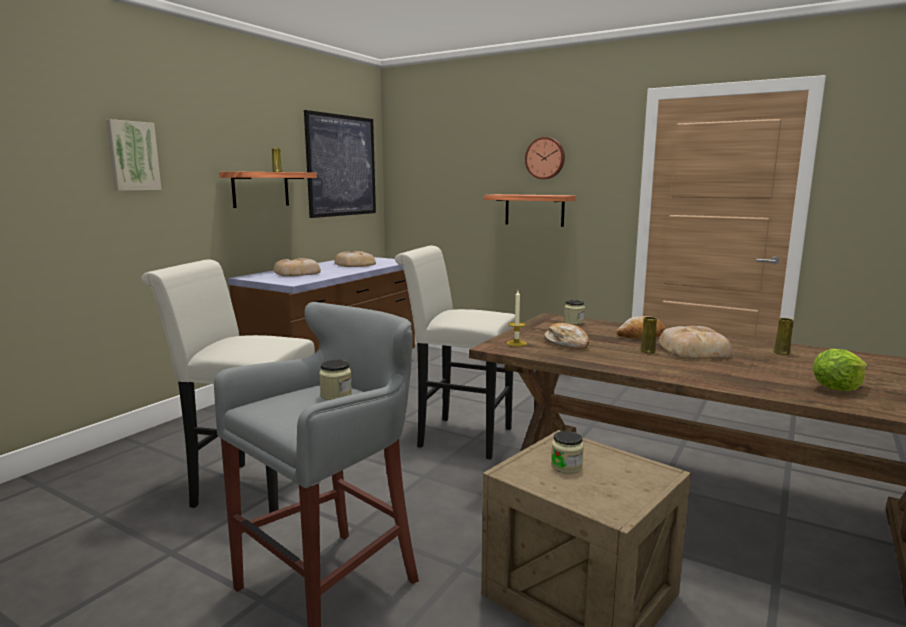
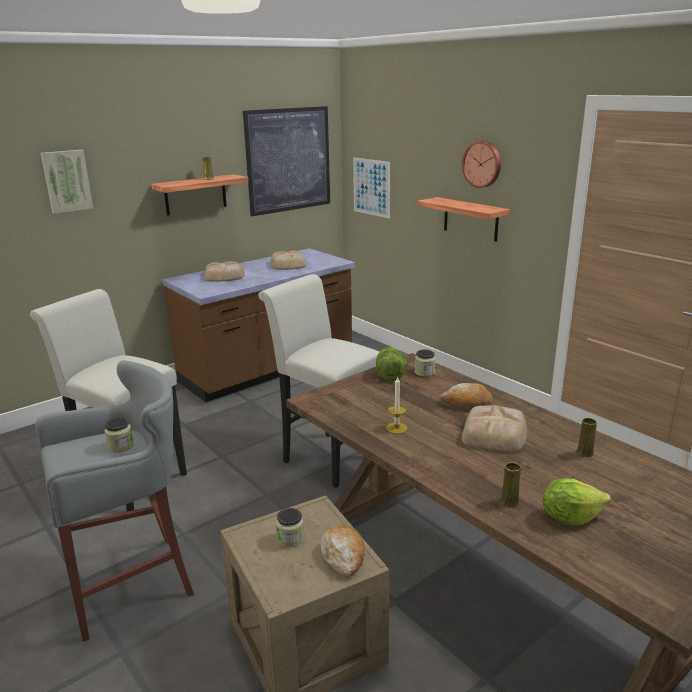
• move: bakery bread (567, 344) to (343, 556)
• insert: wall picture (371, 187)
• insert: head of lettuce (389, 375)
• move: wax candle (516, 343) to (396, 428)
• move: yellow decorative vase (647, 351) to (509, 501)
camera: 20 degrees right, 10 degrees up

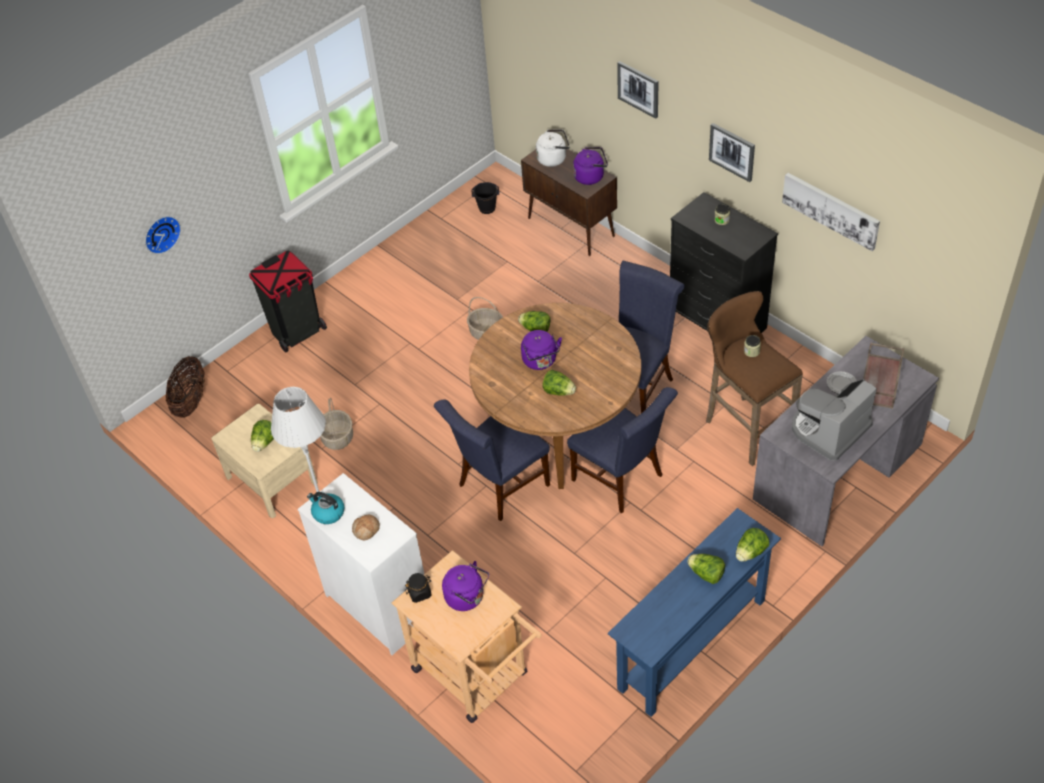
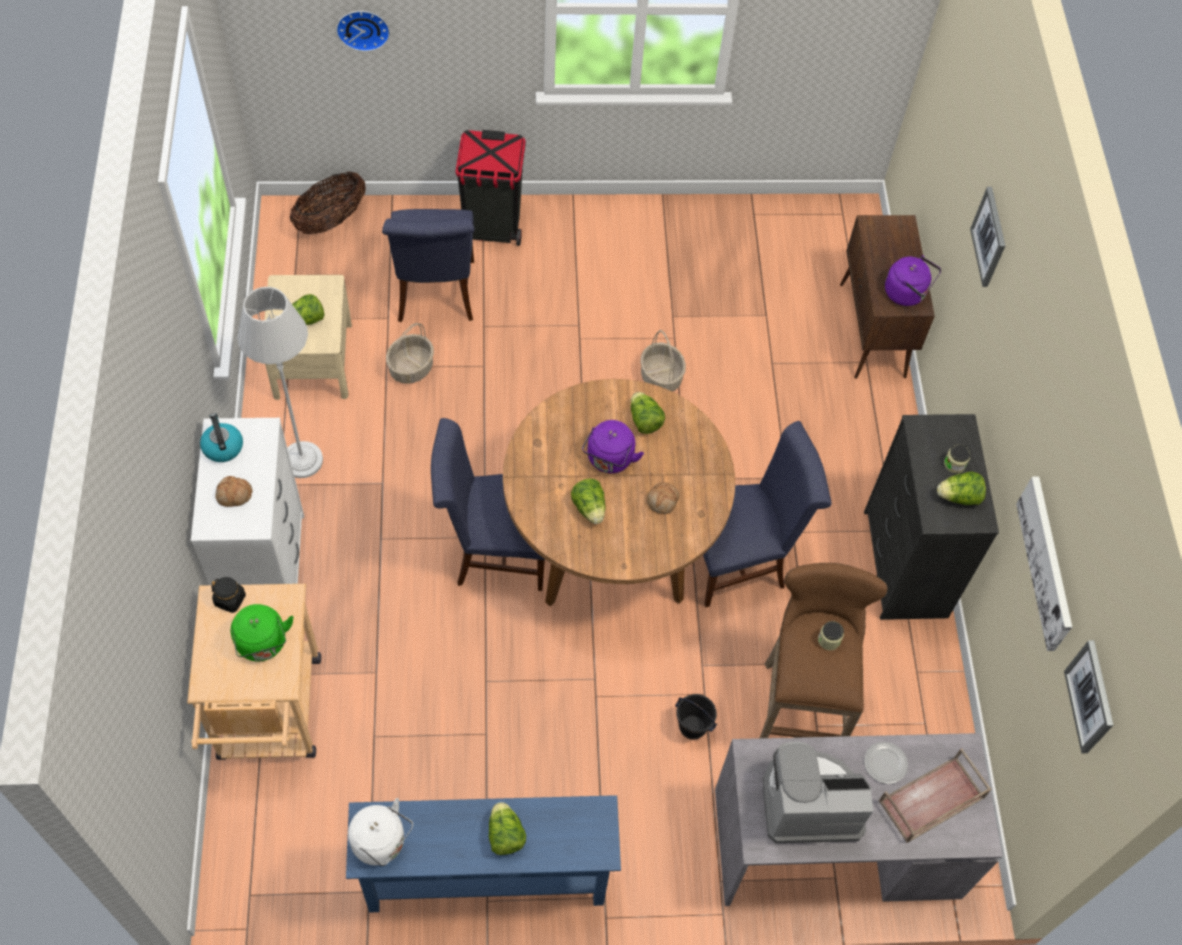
• recolor: purplish tea kettle (467, 597) to greenish tea kettle (263, 644)
• move: white tea kettle (553, 158) to (382, 843)
• move: bluish upright chair (622, 479) to (435, 295)
• insert: bakery bread (663, 501)
• move: black water bucket (487, 208) to (693, 726)
• move: head of lettuce (750, 552) to (959, 497)
• move: wall picture (732, 151) to (1090, 697)
camera: 35 degrees right, 10 degrees up

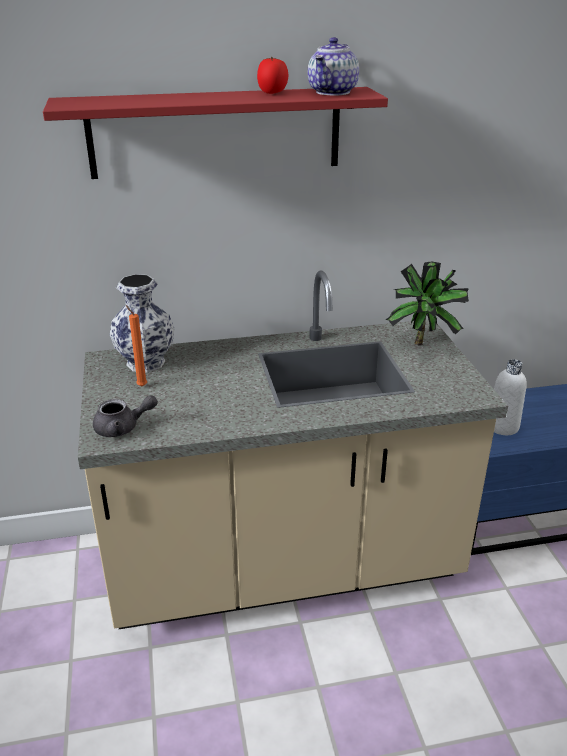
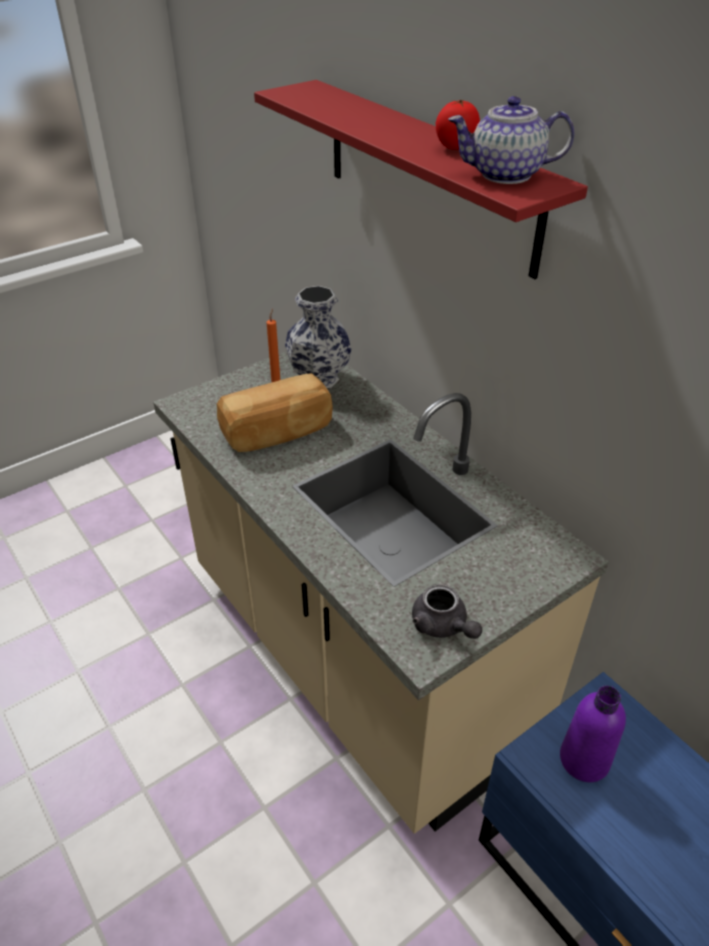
• insert: bakery bread (278, 433)
• move: gray tea pot (123, 428) to (443, 626)
• recolor: white drink bottle (502, 426) to purplish drink bottle (584, 760)
• delete: plant in a pot (424, 343)
camera: 65 degrees right, 10 degrees up

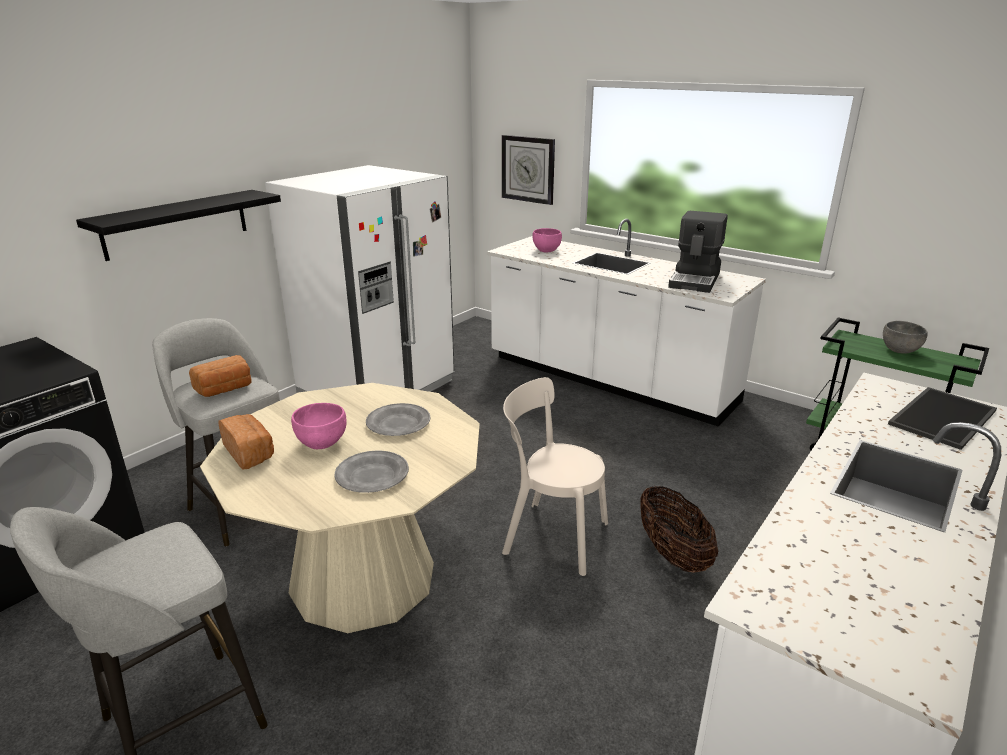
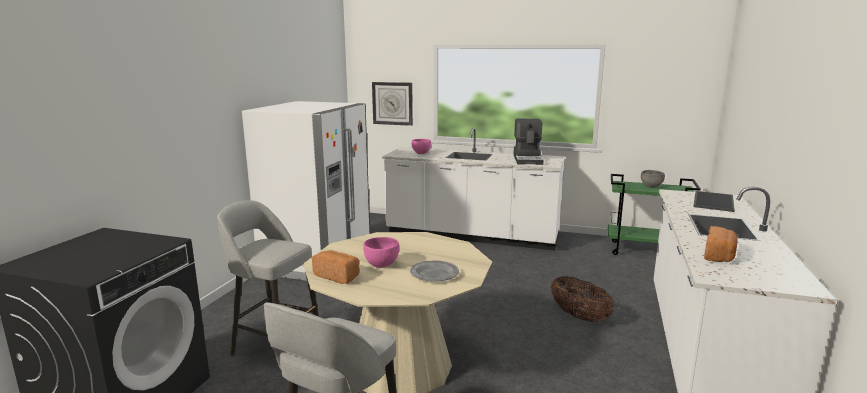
• move: bakery bread (225, 389) to (719, 256)
• delete: black wall shelf (176, 224)
• delete: gray plate (399, 423)
• delete: beige upright chair (551, 536)
camera: 20 degrees left, 10 degrees down

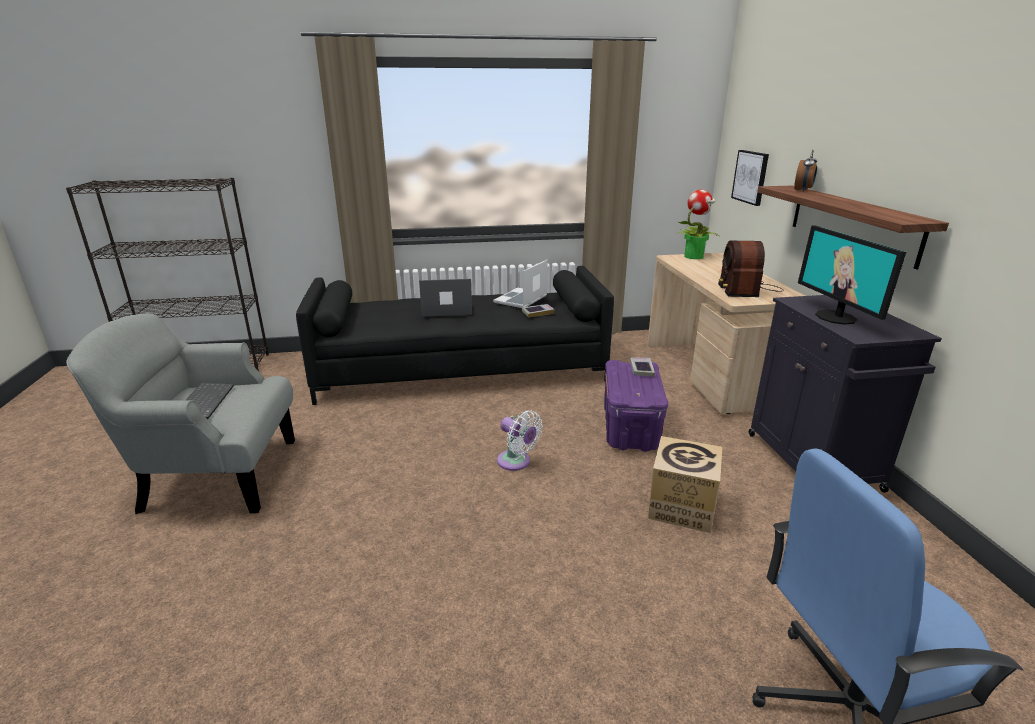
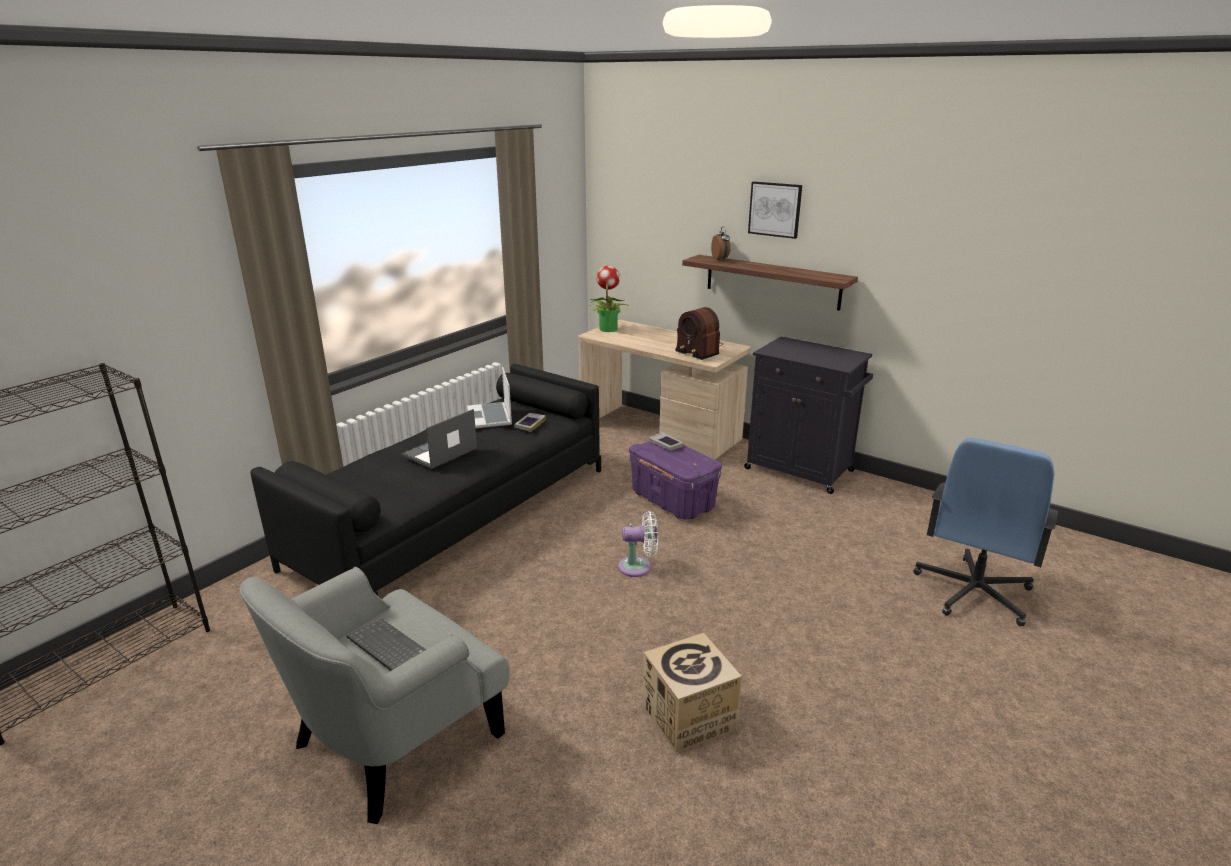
• move: packing box (681, 507) to (688, 717)
• move: wall picture (750, 177) to (775, 209)
• delete: computer screen (836, 317)
camera: 45 degrees left, 0 degrees up

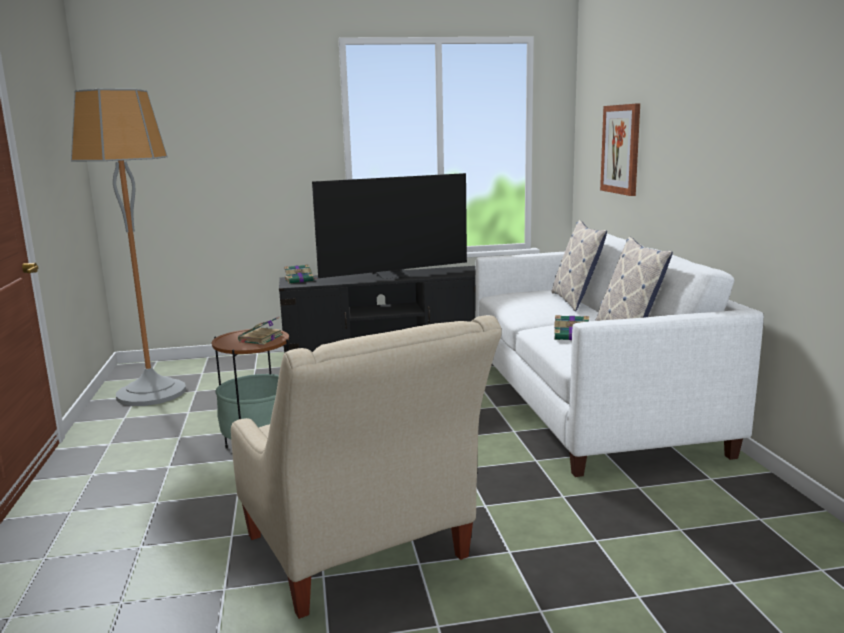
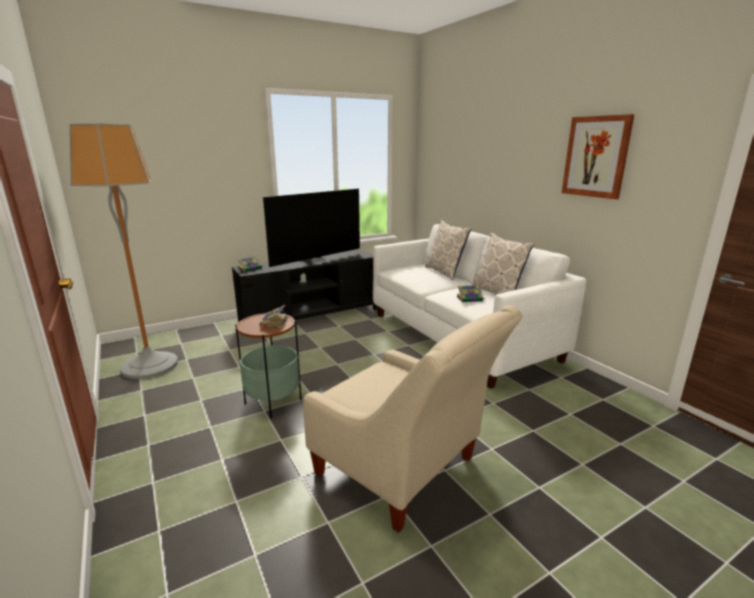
• move: wall picture (621, 149) to (596, 157)
camera: 20 degrees left, 5 degrees up

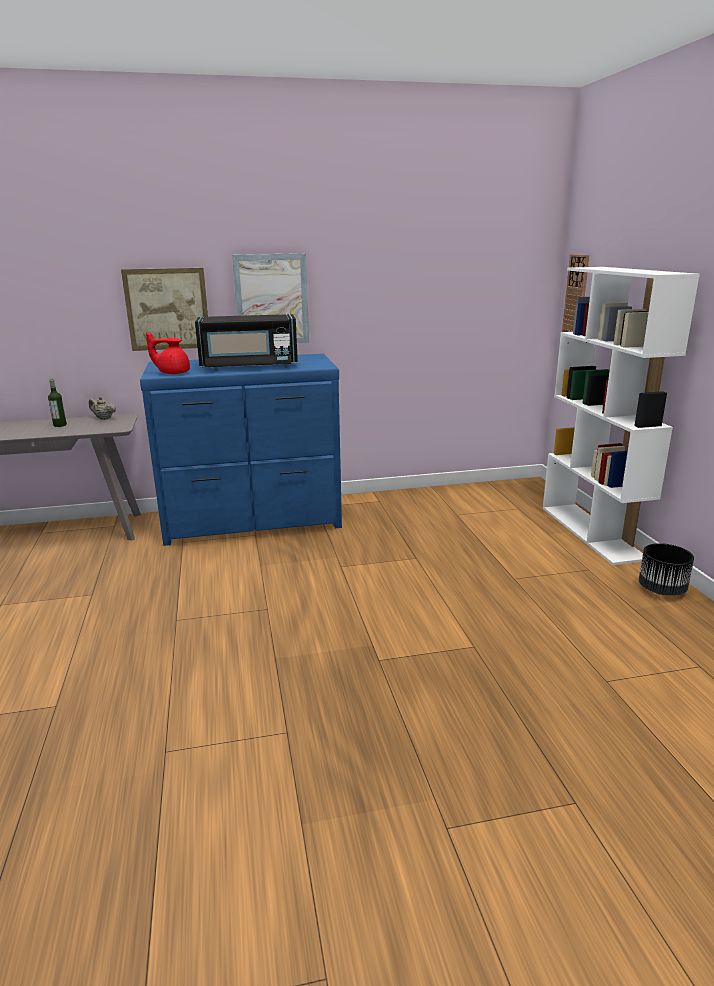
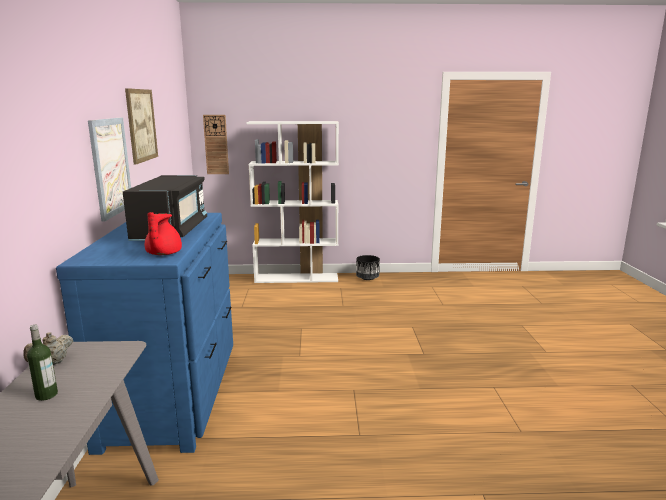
• move: wall picture (167, 309) to (141, 125)
camera: 80 degrees left, 5 degrees down

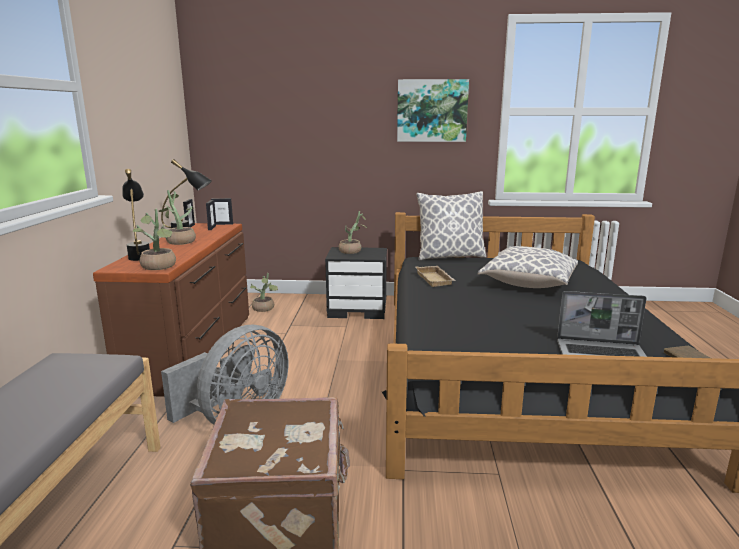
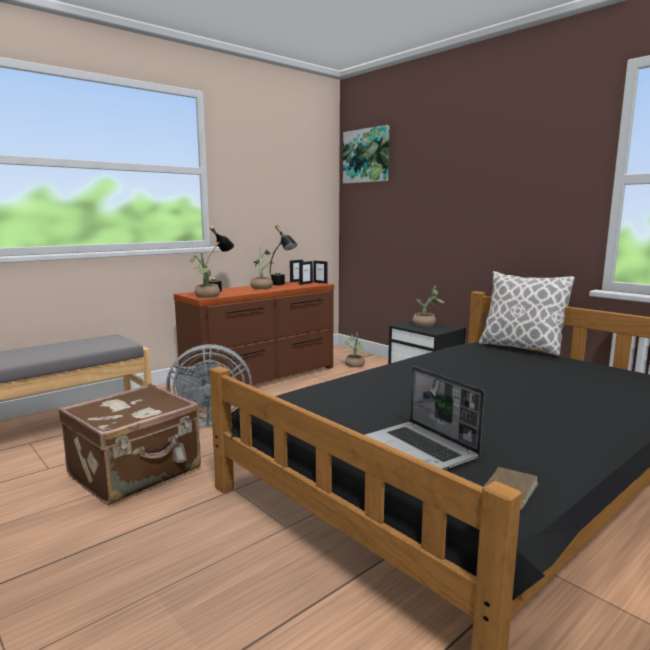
• move: wall picture (432, 111) to (366, 156)
• delete: beige serving tray (436, 279)
• delete: cushion (527, 284)
camera: 45 degrees right, 5 degrees down

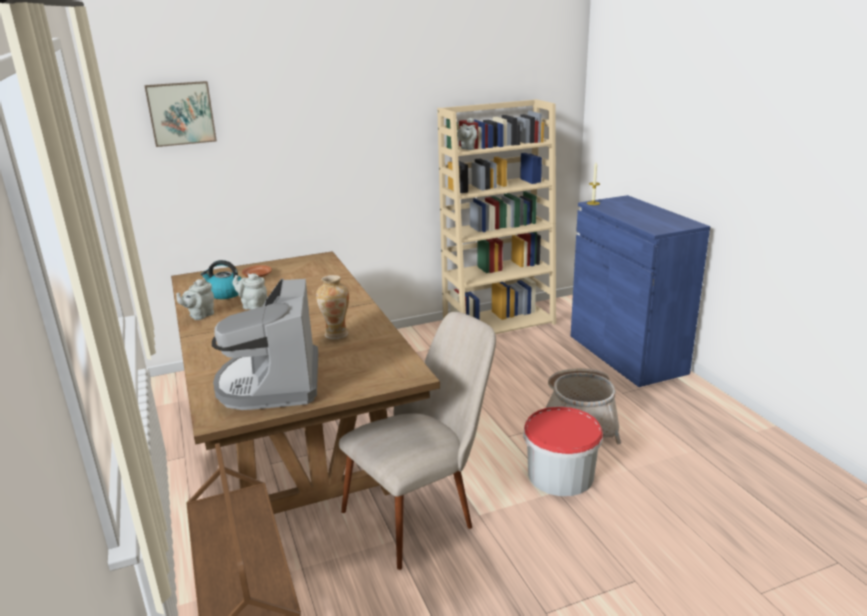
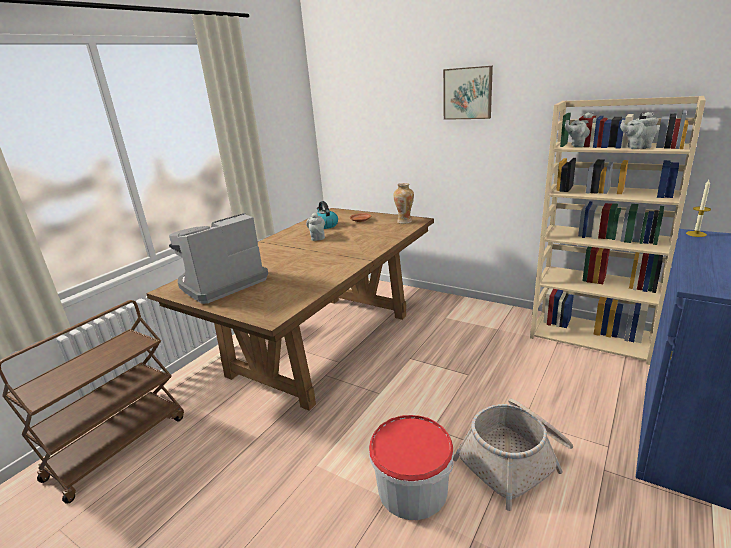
• move: decorative vase (336, 334) to (404, 221)
• move: wall picture (181, 113) to (468, 93)
• move: gray tea pot (200, 315) to (636, 147)
• delete: beige upright chair (423, 509)
camera: 55 degrees right, 0 degrees up

